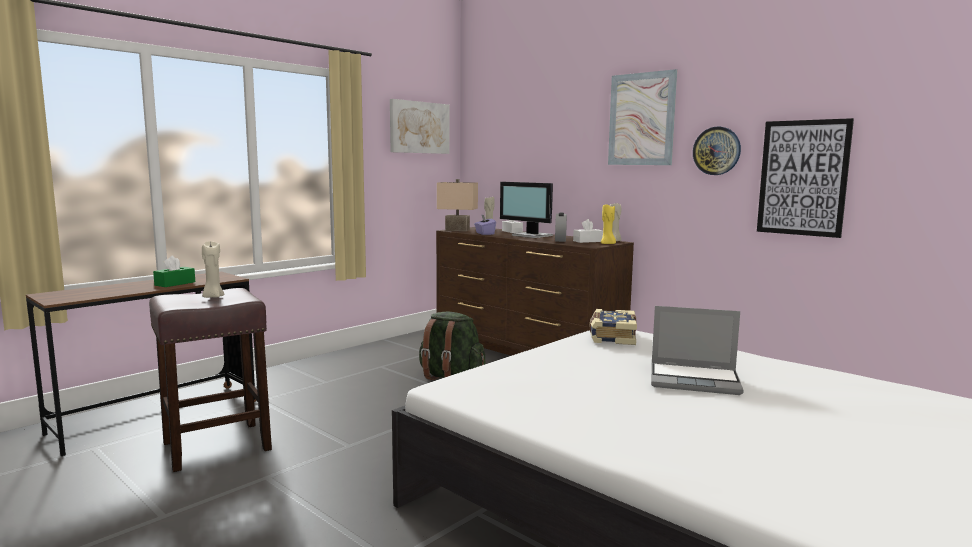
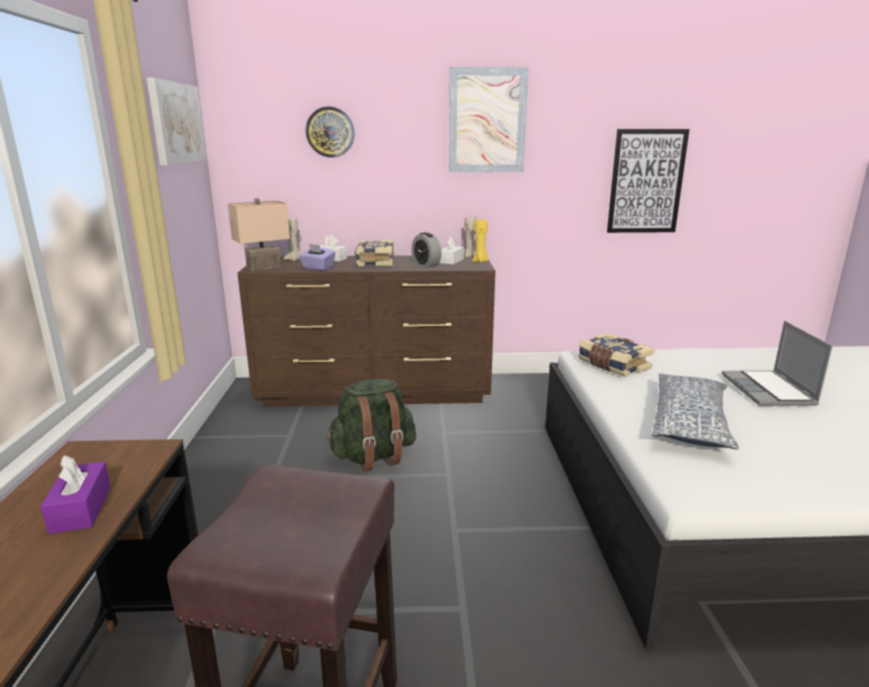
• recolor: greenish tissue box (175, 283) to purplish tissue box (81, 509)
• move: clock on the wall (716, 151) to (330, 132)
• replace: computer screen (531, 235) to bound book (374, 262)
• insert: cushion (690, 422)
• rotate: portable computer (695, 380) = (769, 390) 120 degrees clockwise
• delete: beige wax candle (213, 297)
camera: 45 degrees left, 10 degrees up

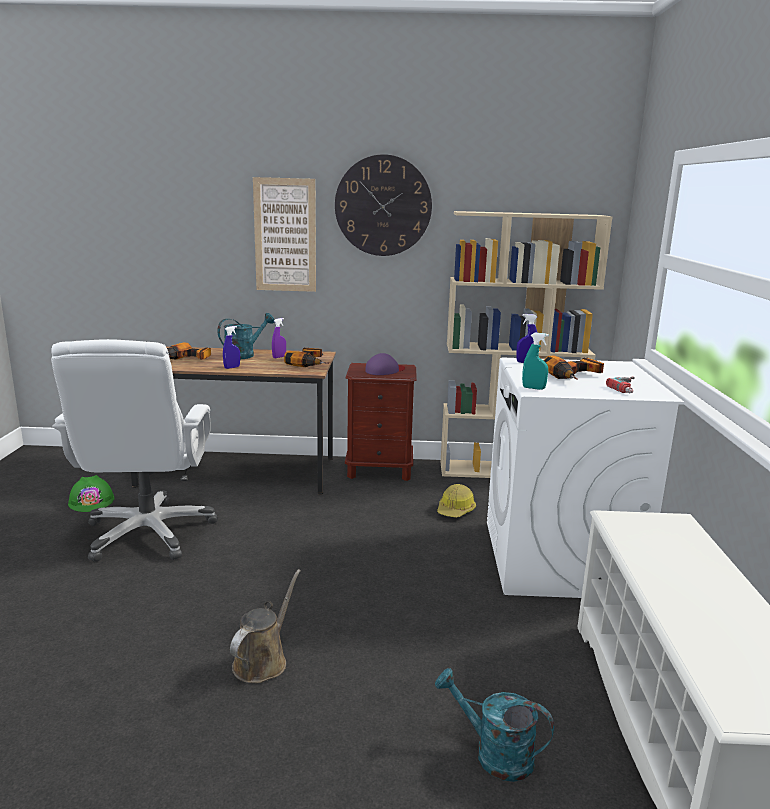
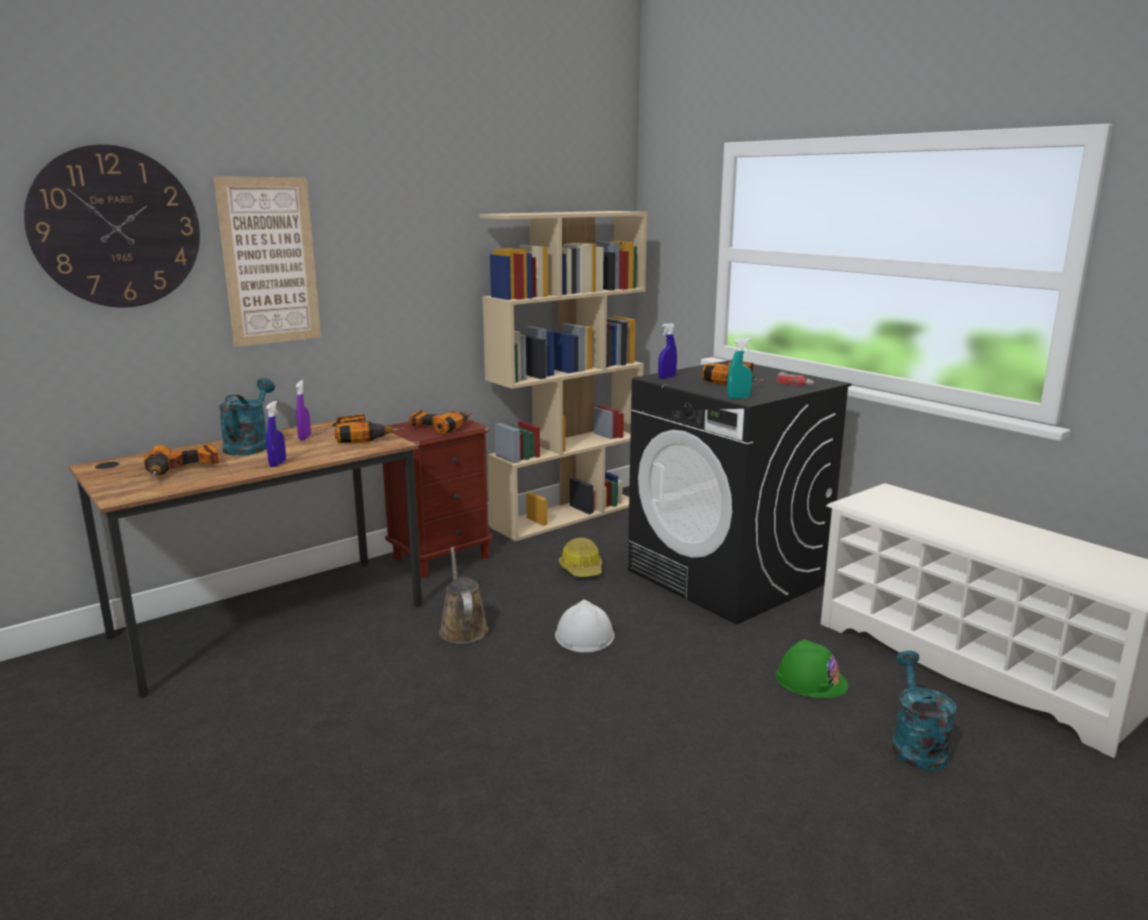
• move: clock on the wall (383, 206) to (116, 227)
• replace: purplish peaked cap (385, 370) to drill (440, 426)
• move: brown-coloured watering pot (263, 661) to (462, 629)
• insert: white safety helmet (584, 636)
• recolor: white laundry machine (559, 559) to black laundry machine (727, 577)
• move: greenish safety helmet (91, 501) to (811, 680)
• rotate: turquoise-coloured watering pot (494, 754) = (915, 744) 105 degrees clockwise
• delete: white desk chair (149, 533)
camera: 40 degrees left, 0 degrees up

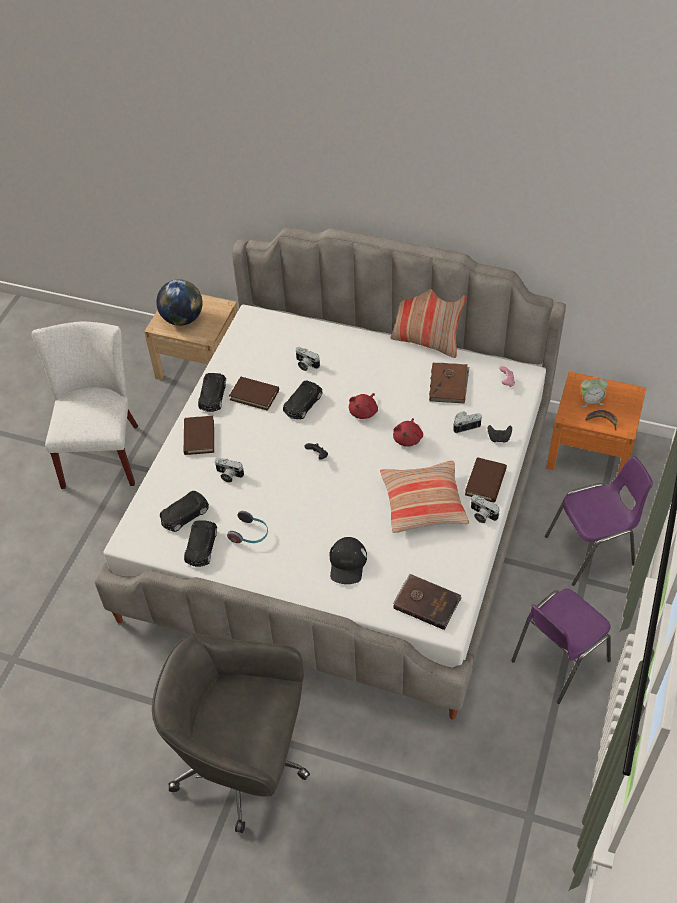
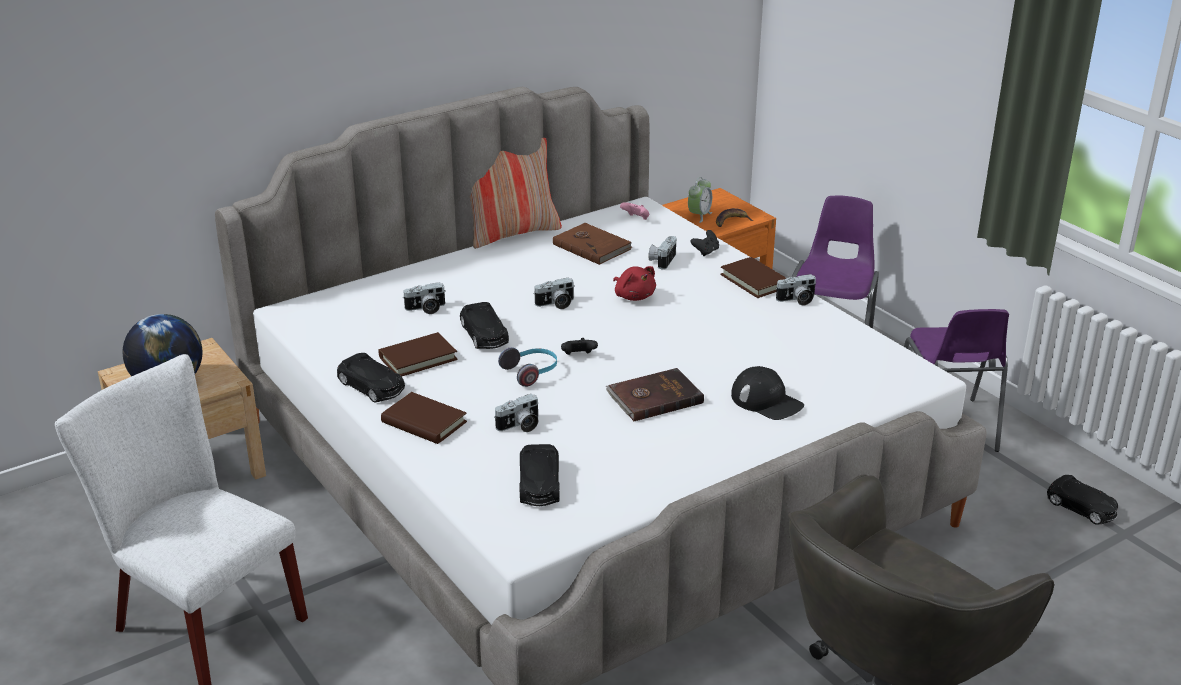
• move: pair of headphones (250, 534) to (531, 373)
• replace: red-coloured plush toy (364, 412) to still camera (556, 304)
• move: brown-coloured bound book (427, 602) to (654, 397)
• move: black toy car (201, 547) to (1081, 507)
• delete: cushion (423, 503)
camera: 55 degrees left, 20 degrees down

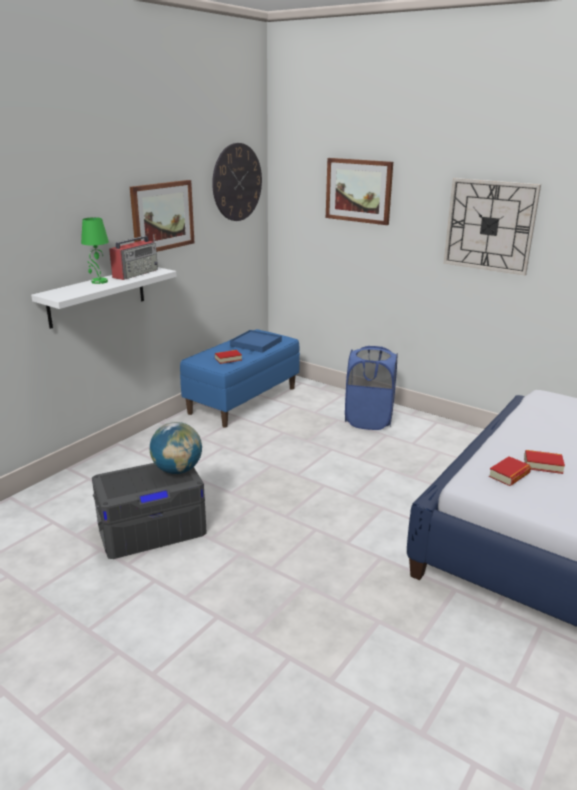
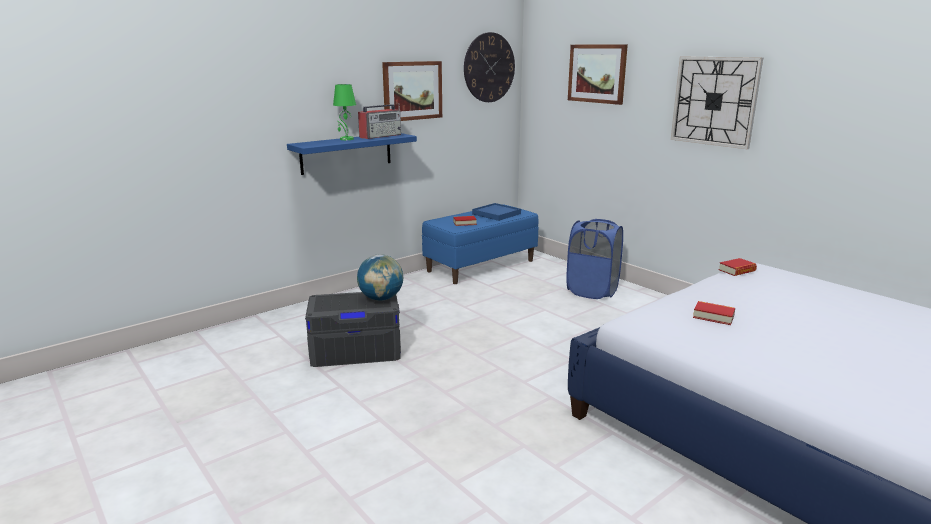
• recolor: white wall shelf (97, 296) to bluish wall shelf (346, 153)
• move: bound book (509, 475) to (737, 270)
camera: 15 degrees right, 5 degrees down

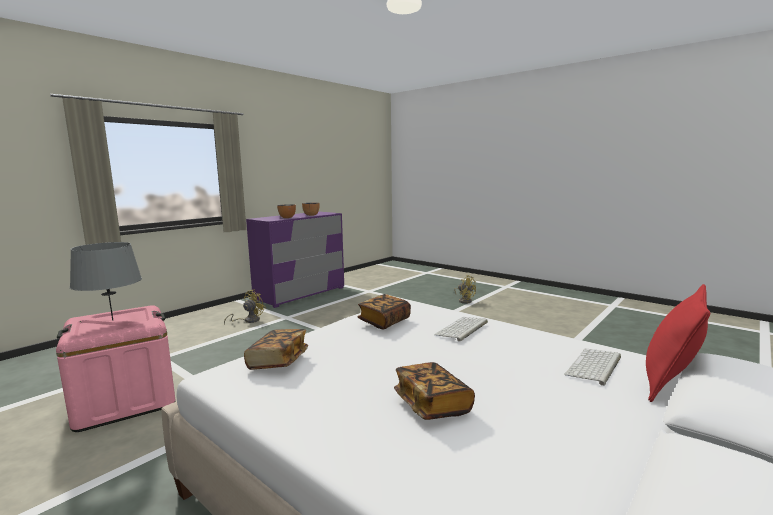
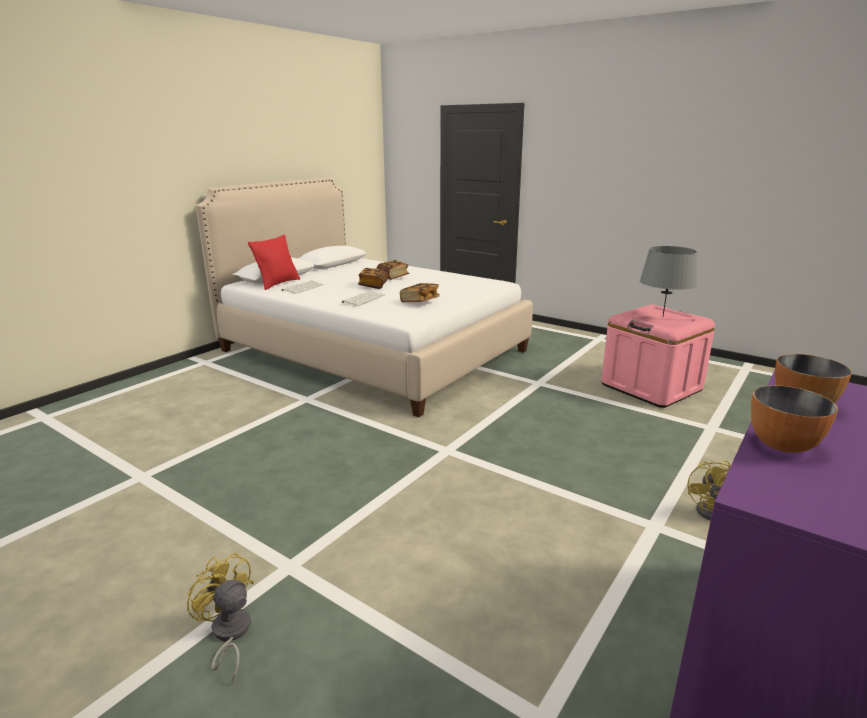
• move: bound book (278, 361) to (373, 285)
camera: 175 degrees right, 10 degrees up

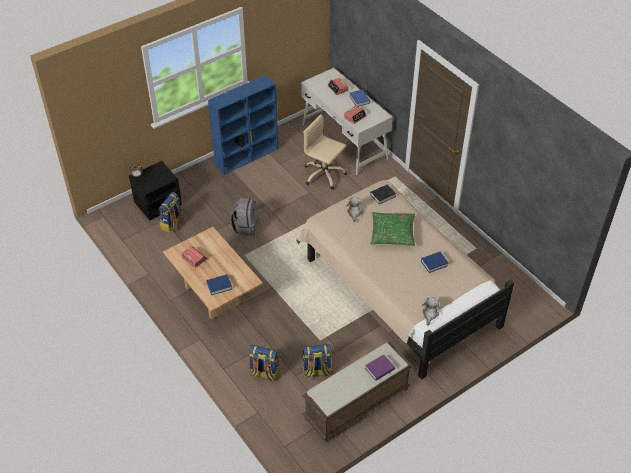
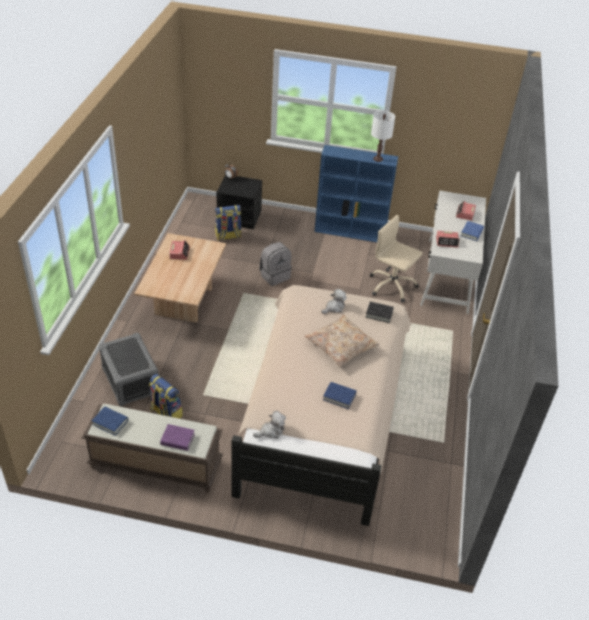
• move: bluish bound book (219, 286) to (110, 422)
• replace: backpack (264, 373) to gray storage container (130, 380)
• recolor: greenish cushion (392, 233) to beige cushion (341, 346)
• rotate: beige desk chair (323, 175) = (392, 286) 45 degrees counterclockwise
• insert: white lamp for a table (377, 159)
camera: 45 degrees right, 5 degrees down

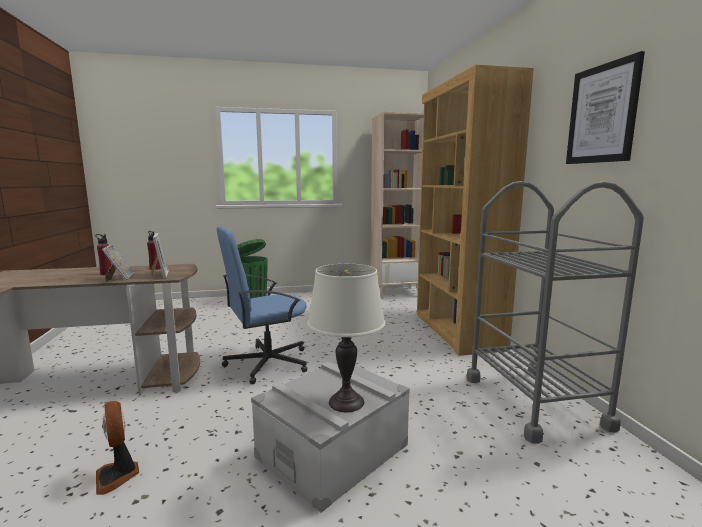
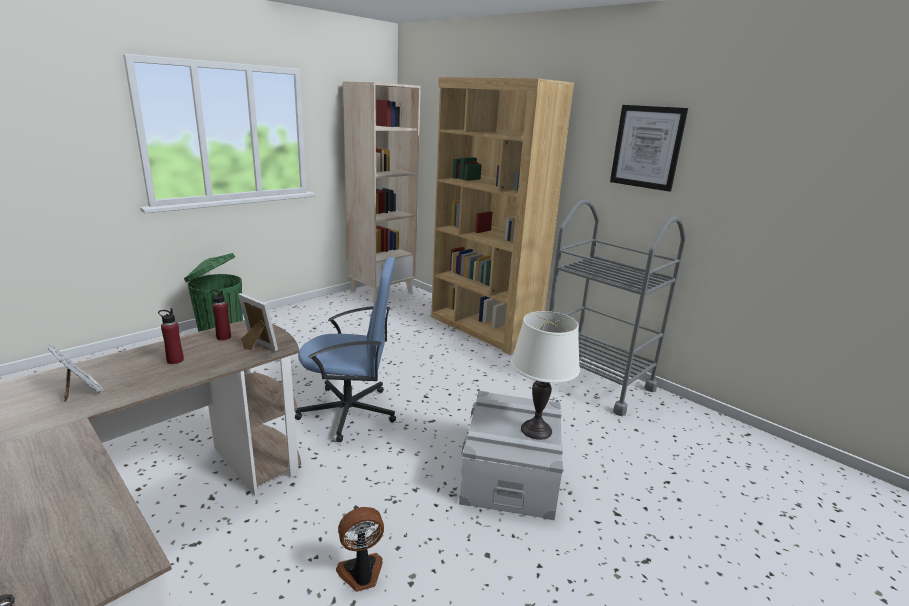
• move: photo frame (120, 278) to (80, 391)
• rotate: bluish desk chair (266, 363) = (350, 412) 120 degrees counterclockwise
• rotate: cooling fan (118, 475) = (361, 574) 135 degrees clockwise
camera: 35 degrees left, 10 degrees up

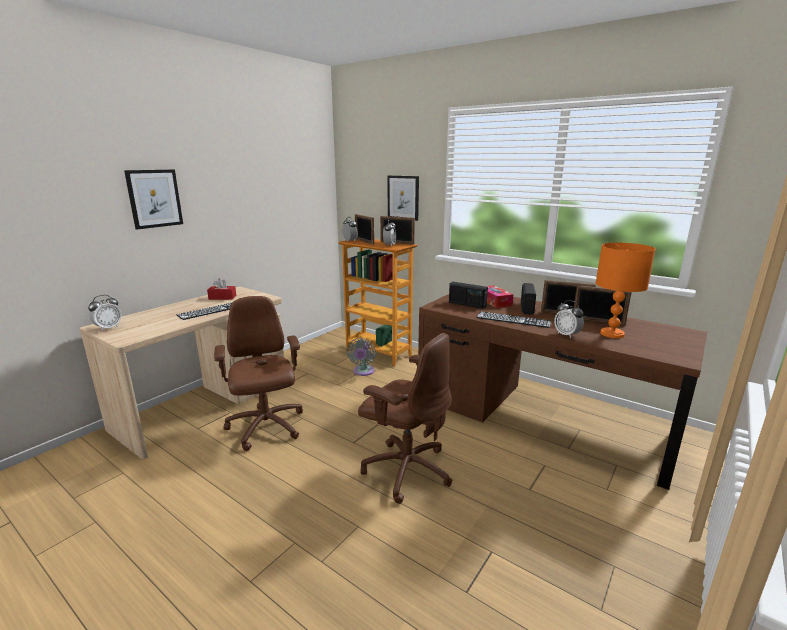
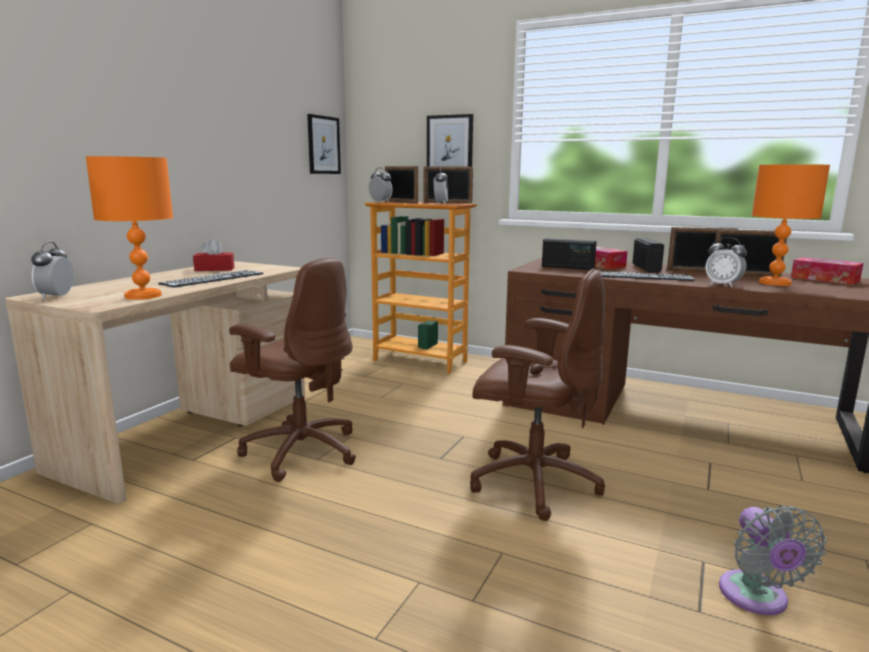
• rotate: alarm clock (108, 328) = (56, 297) 150 degrees clockwise
• insert: orange lamp for a table (144, 296)
• rotate: brown-coloured desk chair (266, 427) = (301, 451) 150 degrees clockwise
• move: wall picture (154, 198) to (323, 145)
• move: gray cooling fan (363, 372) to (756, 598)
• insert: tissue box (824, 279)
camera: 10 degrees left, 5 degrees down

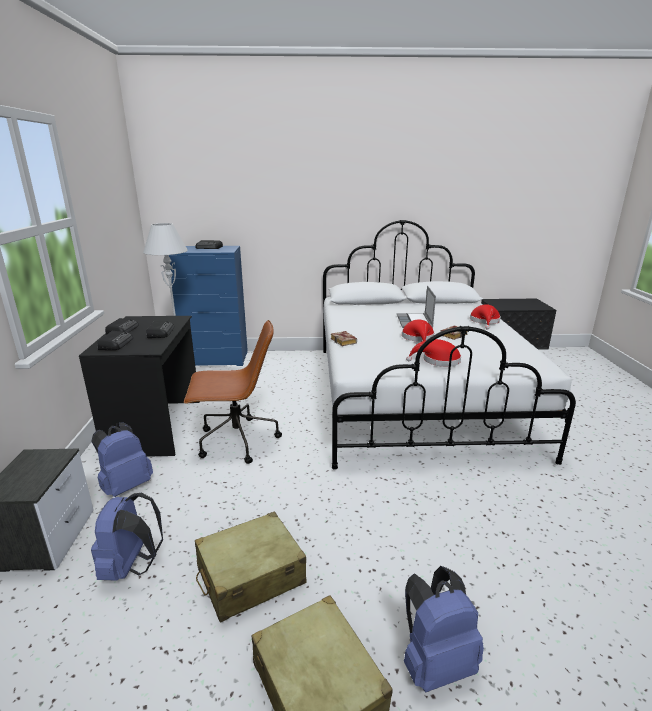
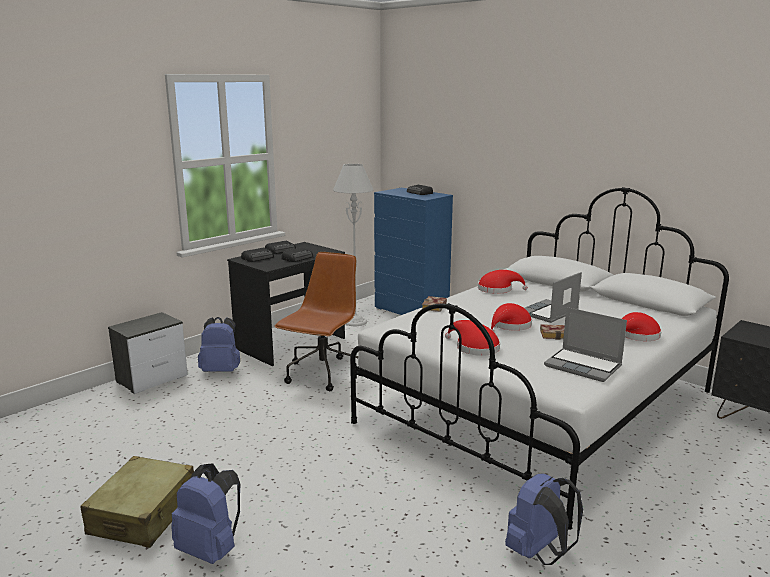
• rotate: brown-coloured desk chair (236, 441) = (323, 374) 105 degrees counterclockwise
• insert: red-coloured clothing hat (497, 289)
• move: bluish backpack (131, 566) to (539, 553)
• insert: portable computer (584, 366)
• delete: beige travel case (250, 576)
camera: 45 degrees right, 5 degrees down

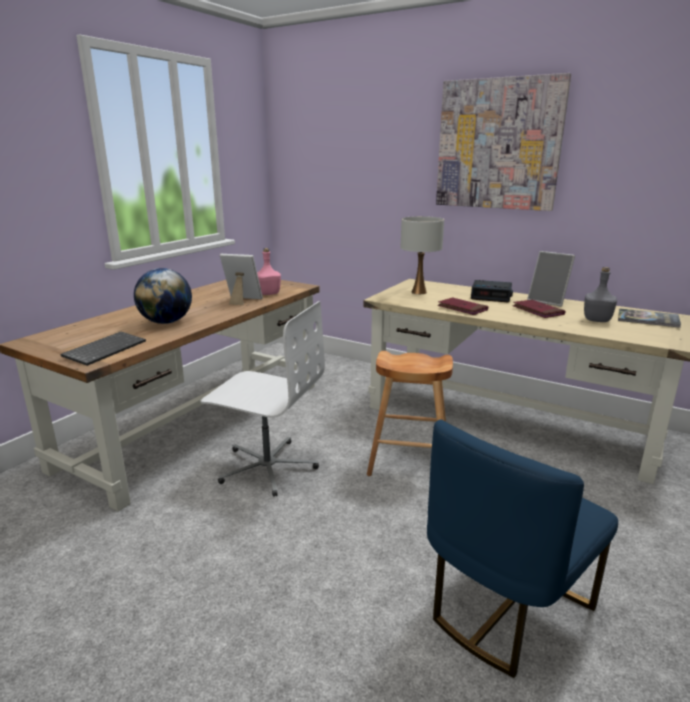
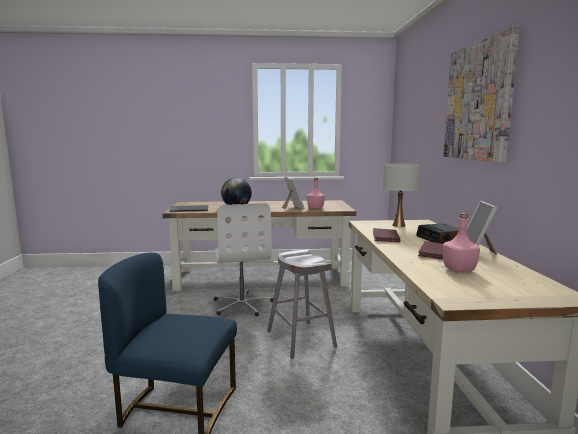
• recolor: brown-coloured stool (409, 462) to gray stool (301, 339)
• recolor: gray drink bottle (596, 320) to pink drink bottle (459, 270)
• delete: bound book (648, 319)
camera: 55 degrees right, 10 degrees down

